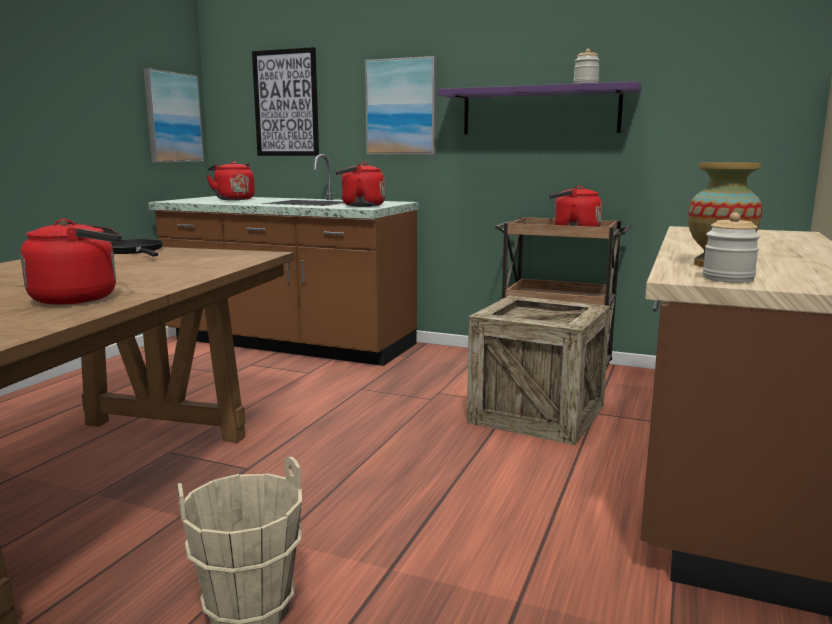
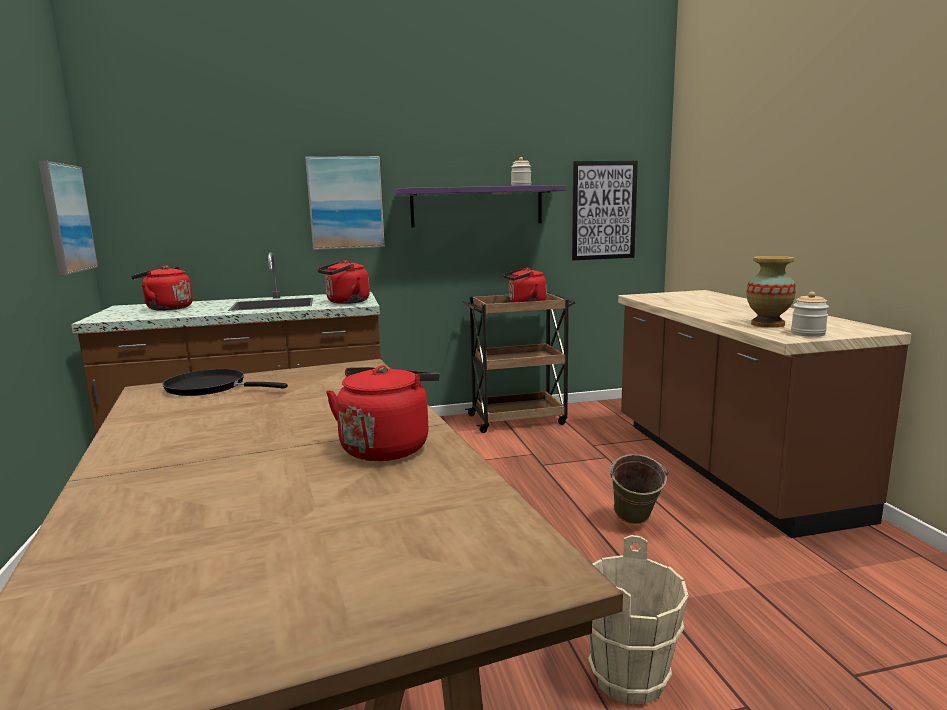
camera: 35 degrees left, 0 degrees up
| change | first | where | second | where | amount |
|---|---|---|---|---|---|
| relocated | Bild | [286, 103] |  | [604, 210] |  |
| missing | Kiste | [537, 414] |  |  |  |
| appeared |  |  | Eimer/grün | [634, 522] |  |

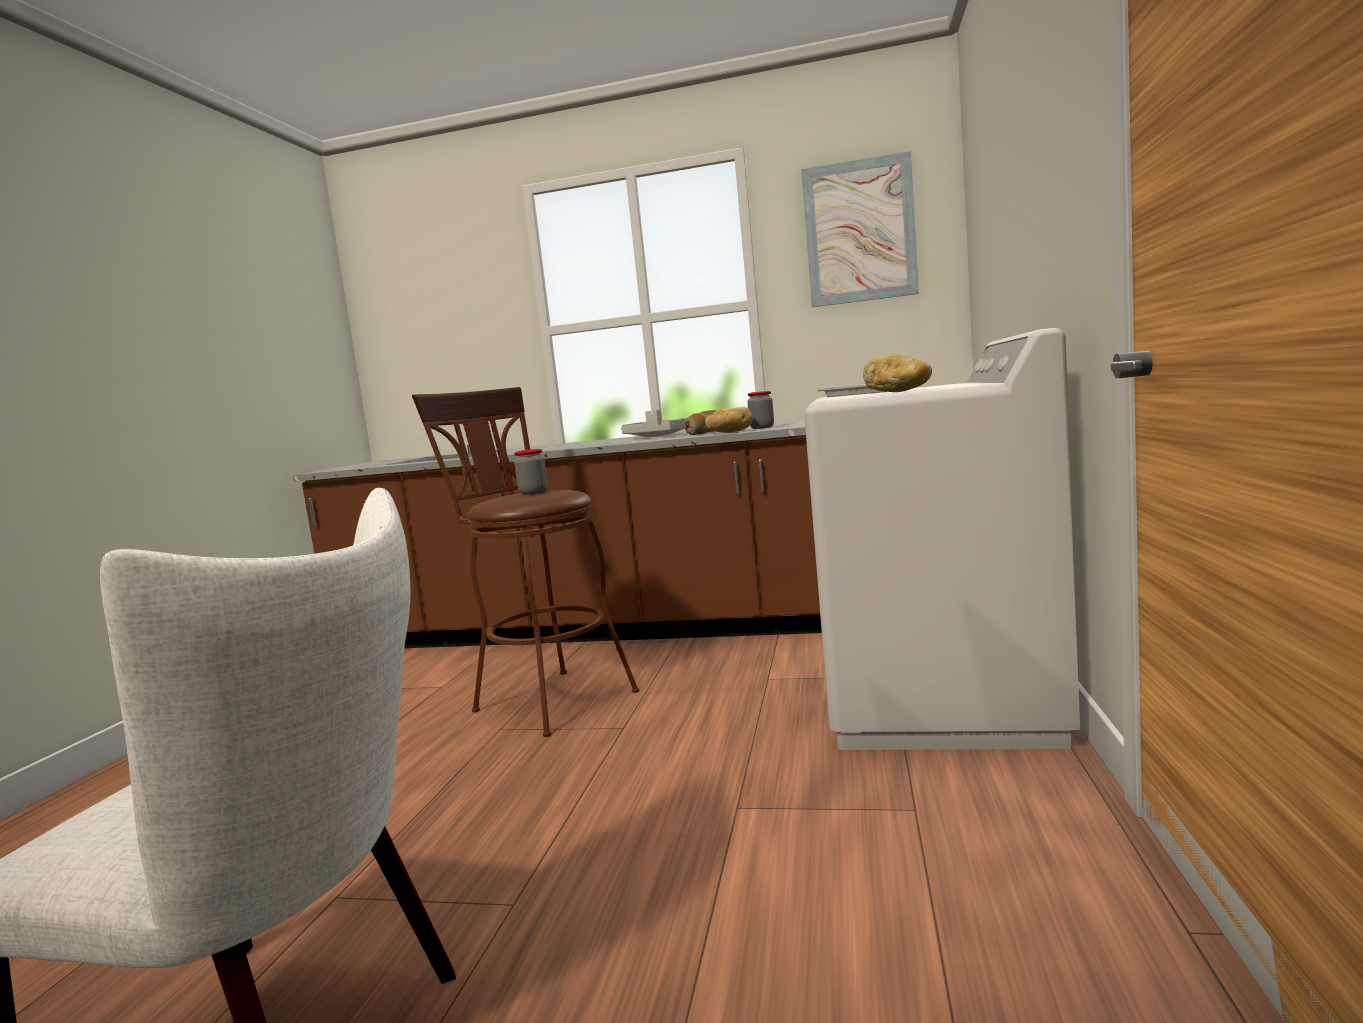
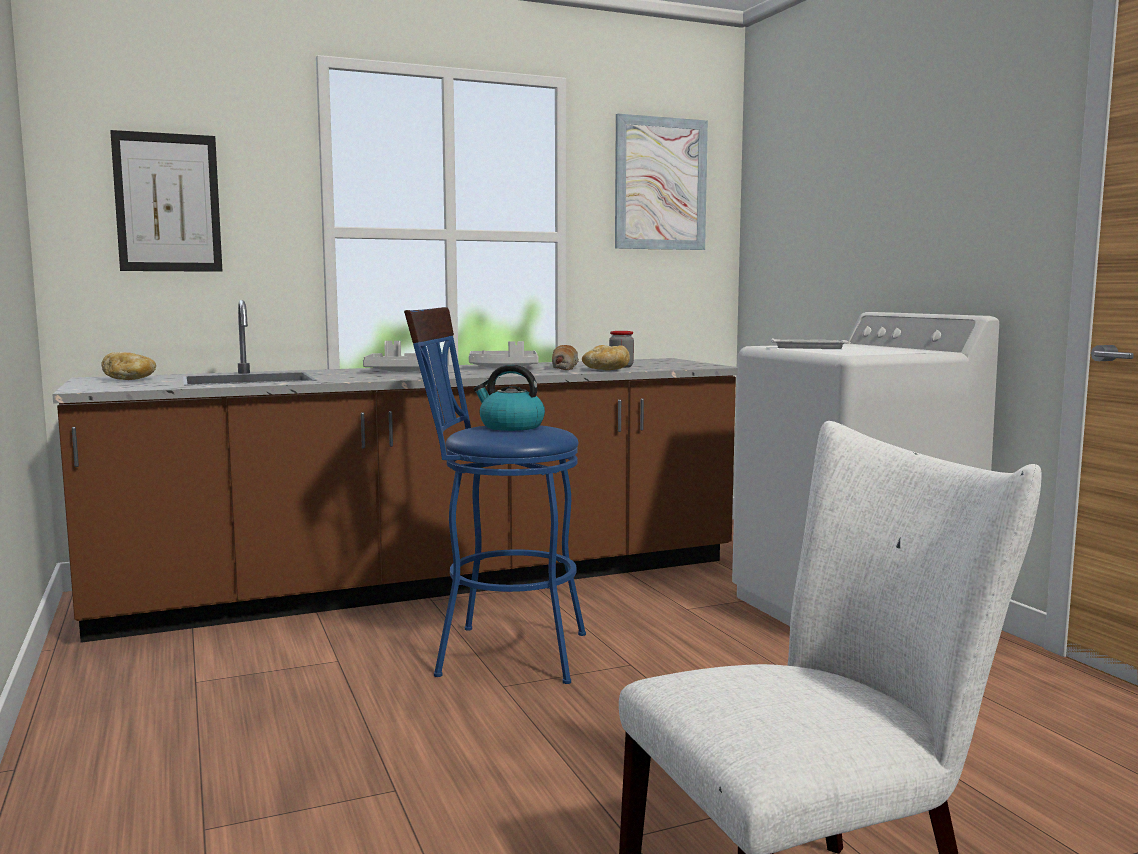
camera: 35 degrees left, 0 degrees up
| change | first | where | second | where | amount |
|---|---|---|---|---|---|
| relocated | Brot | [899, 392] |  | [130, 380] |  |
| colour | Hocker/braun | [546, 698] | Hocker/blau | [498, 653] |  |
| exchanged | Vorratsglas | [533, 492] | Wasserkessel | [510, 426] |  |
| appeared |  |  | Bild | [168, 203] |  |
| appeared |  |  | Tablett/grau | [402, 371] |  |

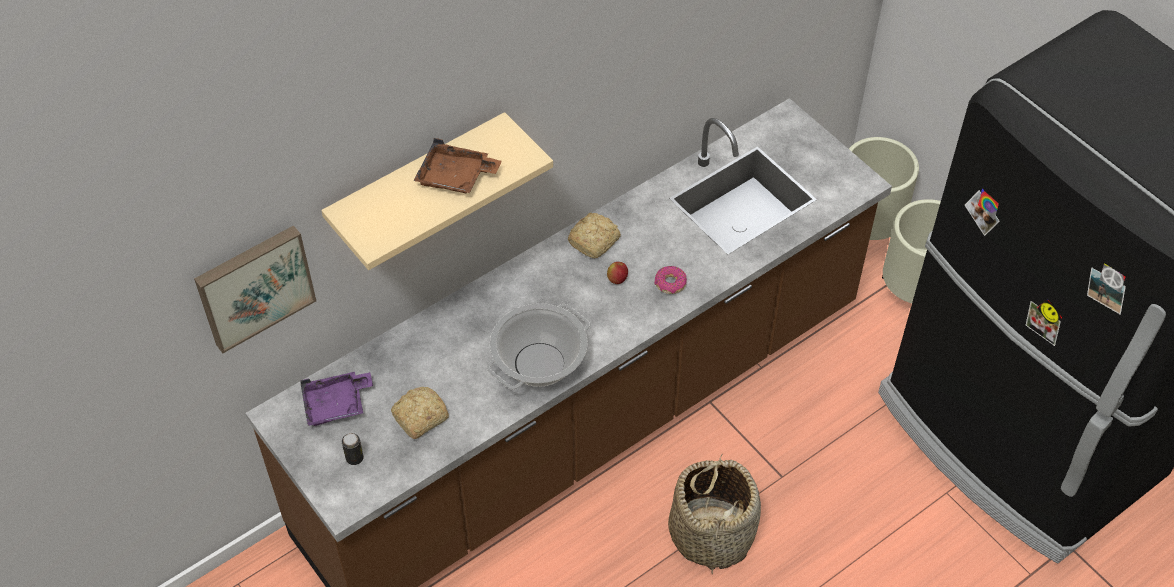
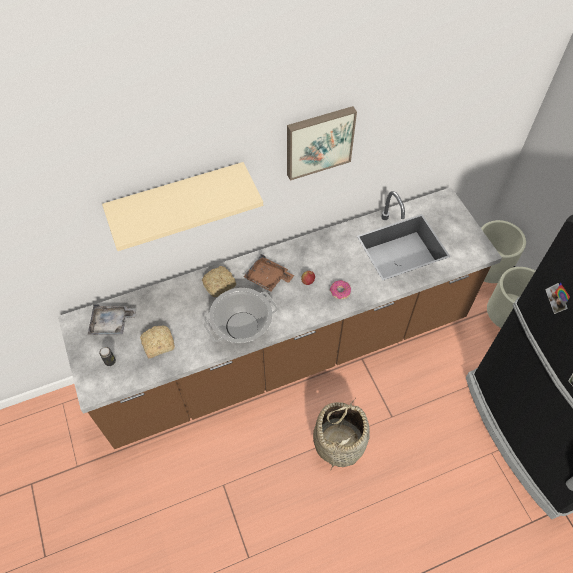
camera: 15 degrees right, 5 degrees up
| change | first | where | second | where | amount |
|---|---|---|---|---|---|
| relocated | Tablett/braun | [456, 177] |  | [267, 278] |  |
| relocated | Brot | [595, 240] |  | [220, 284] |  |
| relocated | Bild | [254, 286] |  | [318, 141] |  |
| colour | Tablett/lila | [336, 404] | Tablett/grau | [112, 323] |  |

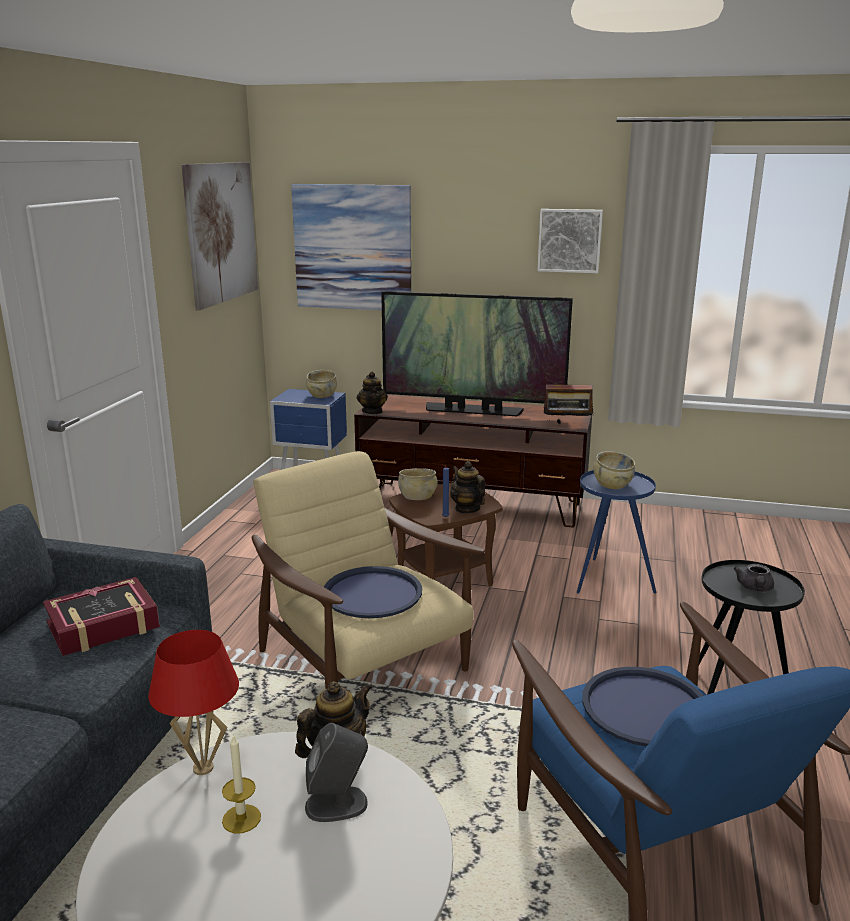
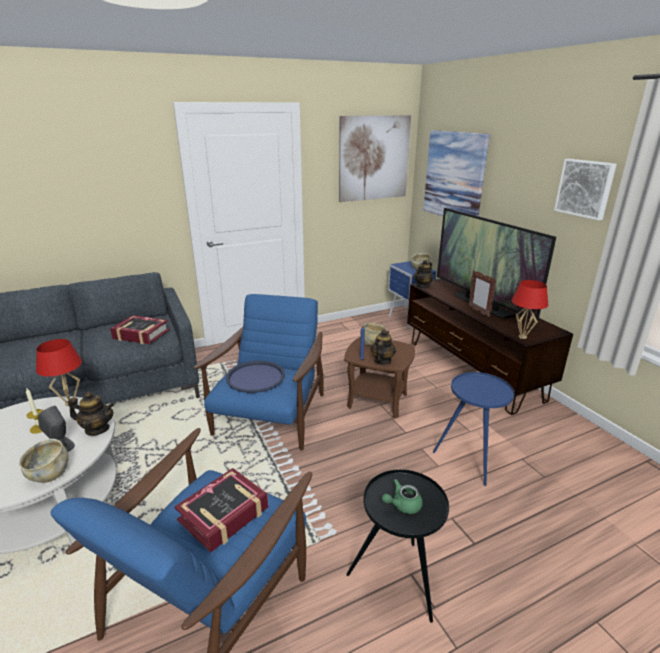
camera: 50 degrees right, 5 degrees up
| change | first | where | second | where | amount |
|---|---|---|---|---|---|
| exchanged | Radio | [567, 425] | Tischlampe/rot | [522, 337] |  |
| colour | Sessel/beige | [364, 664] | Sessel/blau | [270, 417] |  |
| relocated | Schüssel/beige | [612, 484] |  | [49, 474] |  |
| colour | Teekanne/grau | [755, 588] | Teekanne/grün | [402, 505] |  |
| exchanged | Tablett/blau | [645, 707] | Buch | [224, 514] |  |
| appeared |  |  | Bilderrahmen | [478, 311] |  |

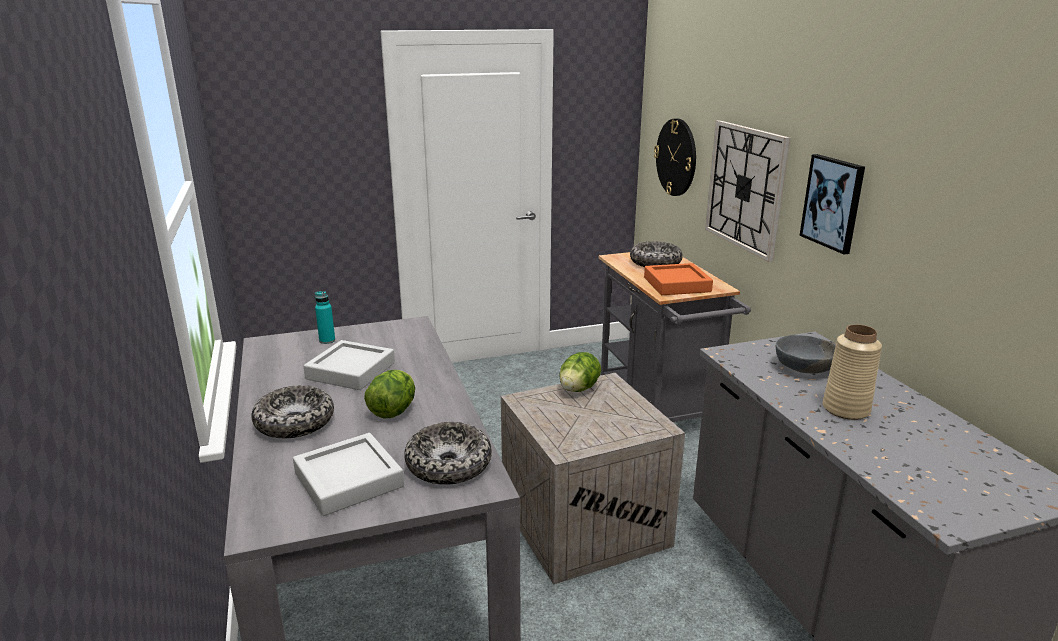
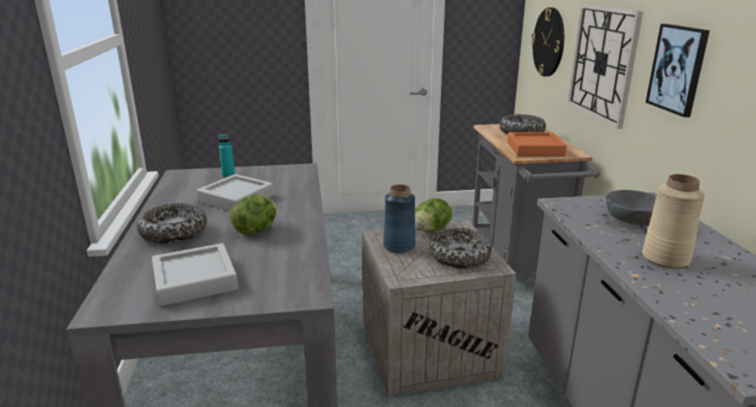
camera: 10 degrees right, 0 degrees up
| change | first | where | second | where | amount |
|---|---|---|---|---|---|
| relocated | Schüssel | [449, 464] |  | [459, 256] |  |
| appeared |  |  | Vase/blau | [399, 246] |  |

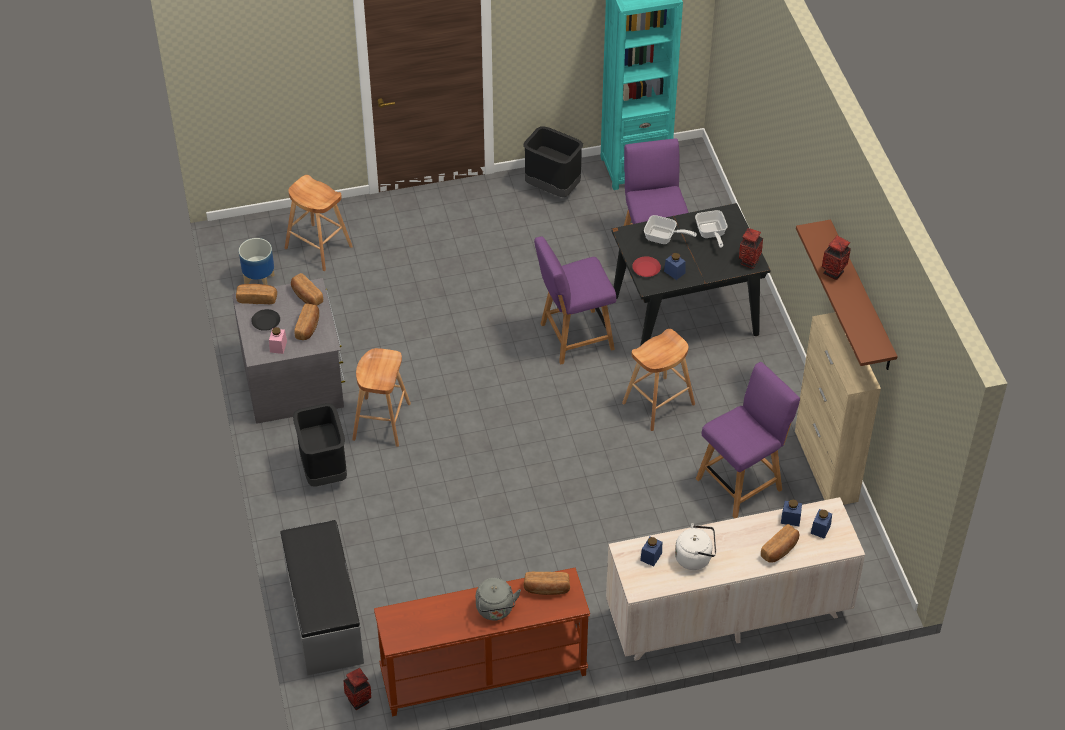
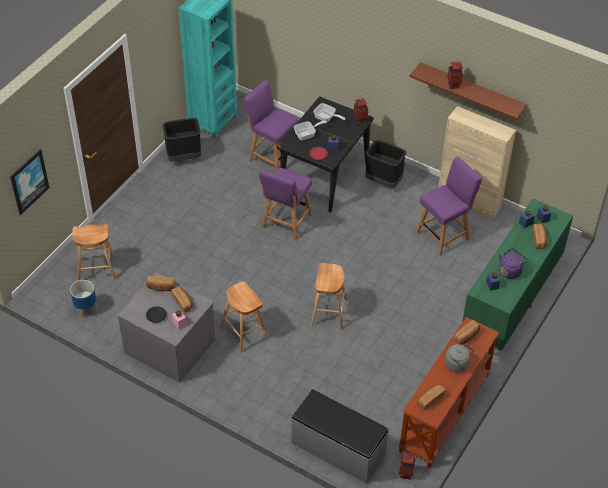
camera: 45 degrees left, 0 degrees up
| change | first | where | second | where | amount |
|---|---|---|---|---|---|
| relocated | Brot | [257, 298] |  | [430, 399] |  |
| relocated | Hocker/braun | [658, 403] |  | [329, 312] |  |
| spun | Stuhl/lila | [742, 482] |  | [444, 234] | 45 degrees clockwise |
| relocated | Mülleimer/schwarz | [323, 471] |  | [383, 182] |  |
| colour | Kommode/beige | [727, 614] | Kommode/grün | [511, 298] |  |
| colour | Wasserkessel/weiß | [695, 557] | Wasserkessel/lila | [510, 271] |  |
| appeared |  |  | Bild | [29, 181] |  |

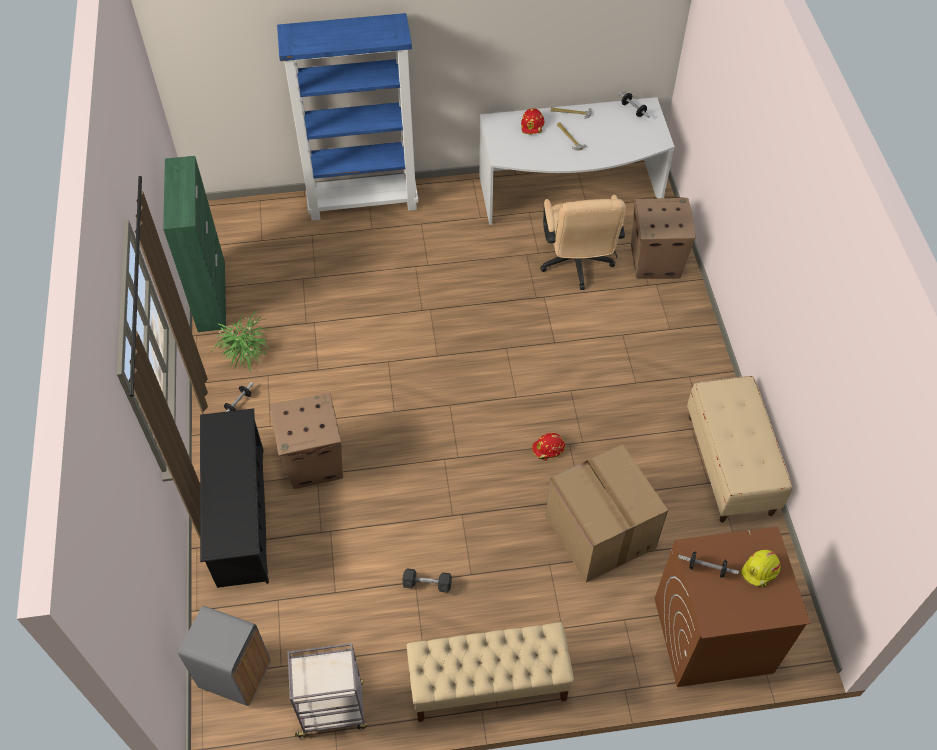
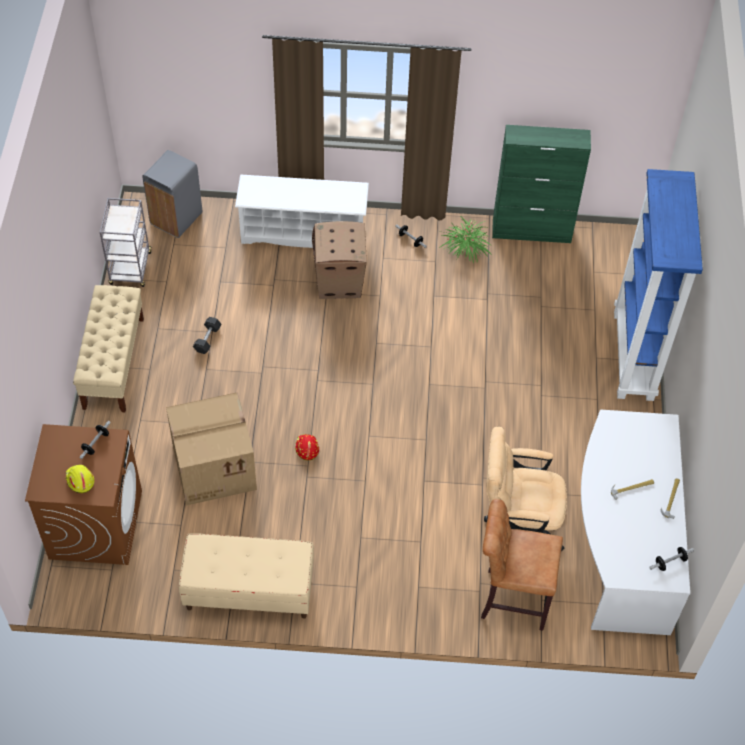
camera: 100 degrees right, 0 degrees up
| change | first | where | second | where | amount |
|---|---|---|---|---|---|
| missing | Schutzhelm/rot | [532, 126] |  |  |  |
| exchanged | Karton | [654, 262] | Hocker/braun | [510, 598] |  |
| colour | Schuhregal/schwarz | [241, 516] | Schuhregal/weiß | [303, 232] |  |

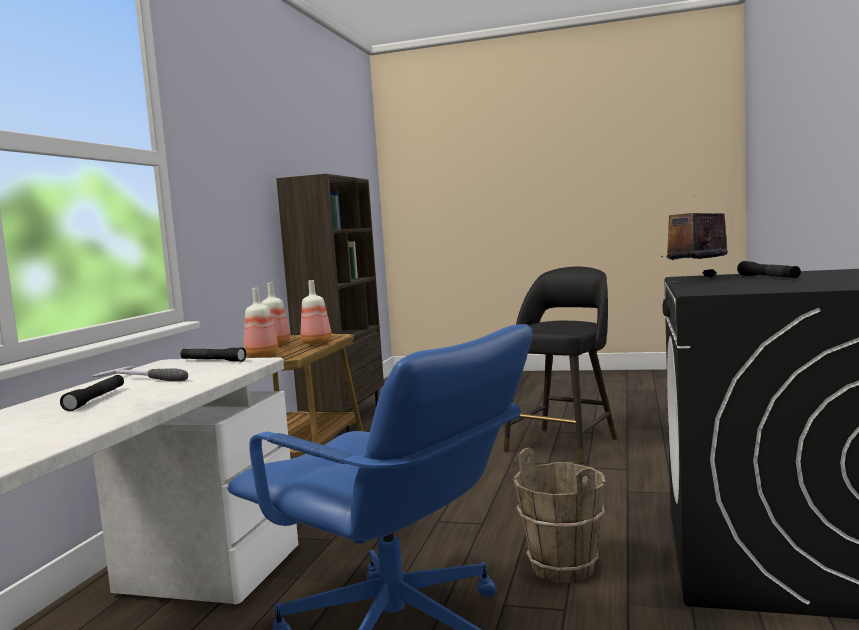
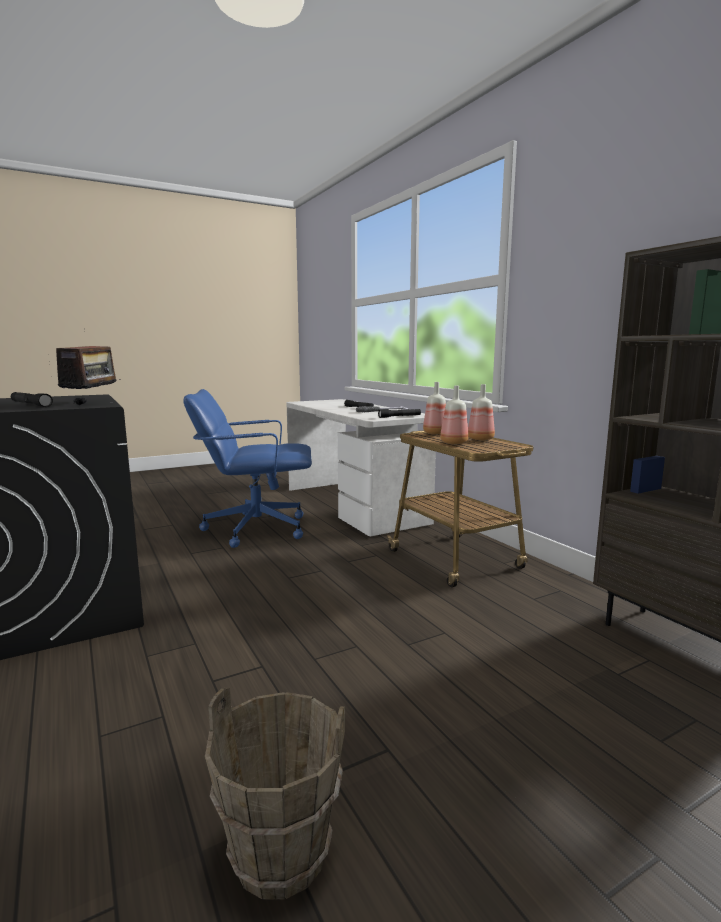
camera: 135 degrees right, 5 degrees up
| change | first | where | second | where | amount |
|---|---|---|---|---|---|
| missing | Hocker/schwarz | [563, 444] |  |  |  |
| relocated | Eimer/braun | [563, 567] |  | [280, 856] |  |

